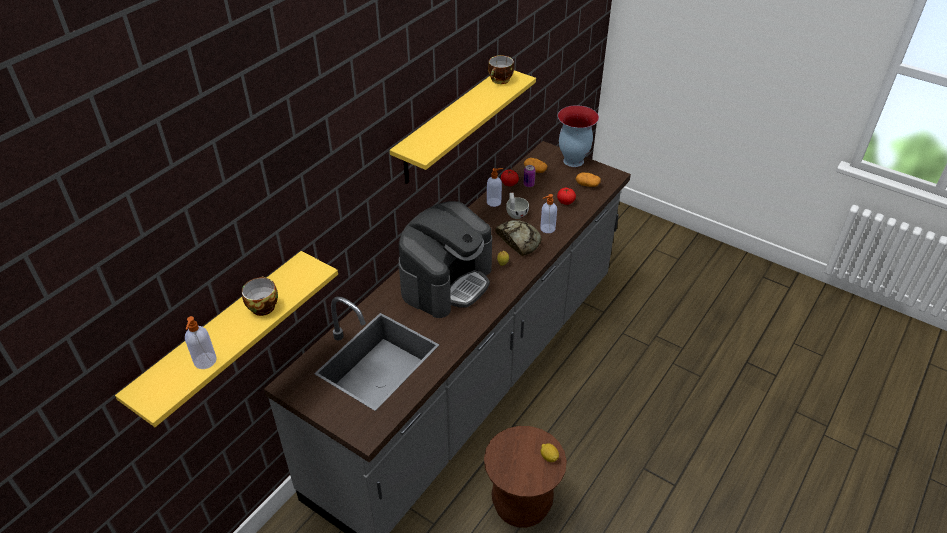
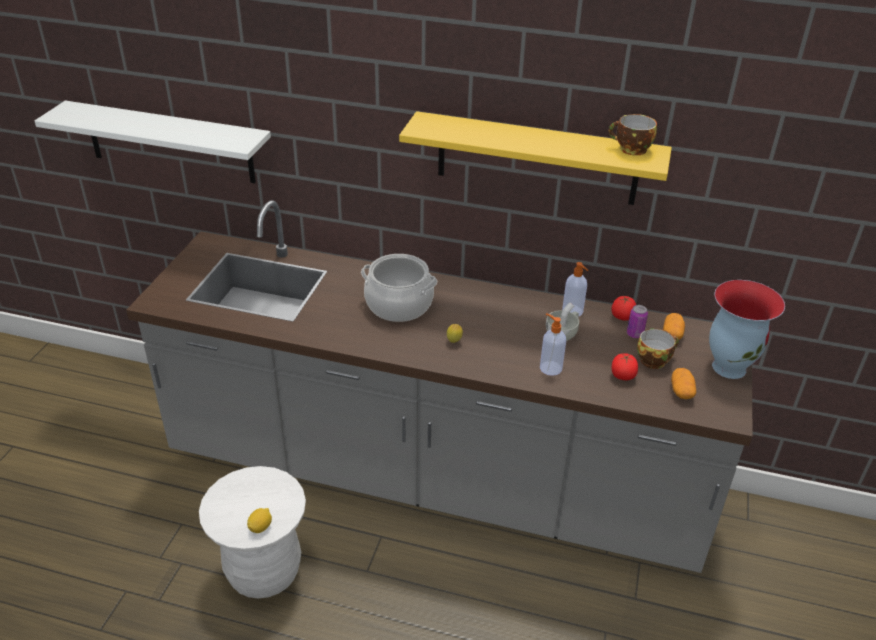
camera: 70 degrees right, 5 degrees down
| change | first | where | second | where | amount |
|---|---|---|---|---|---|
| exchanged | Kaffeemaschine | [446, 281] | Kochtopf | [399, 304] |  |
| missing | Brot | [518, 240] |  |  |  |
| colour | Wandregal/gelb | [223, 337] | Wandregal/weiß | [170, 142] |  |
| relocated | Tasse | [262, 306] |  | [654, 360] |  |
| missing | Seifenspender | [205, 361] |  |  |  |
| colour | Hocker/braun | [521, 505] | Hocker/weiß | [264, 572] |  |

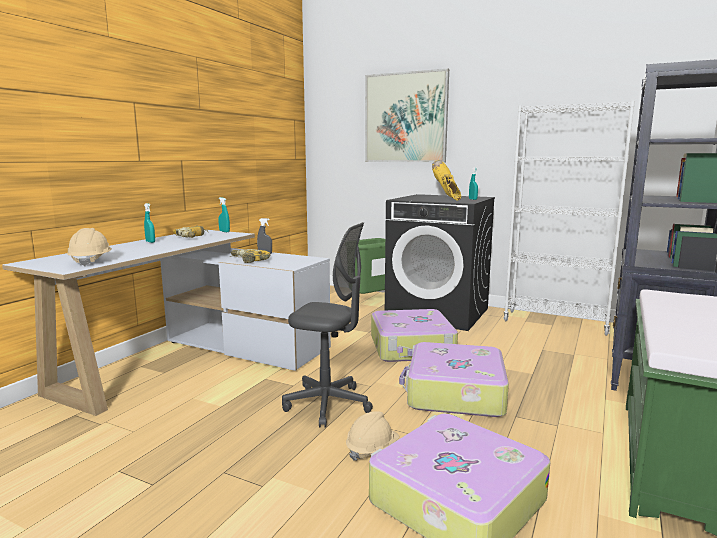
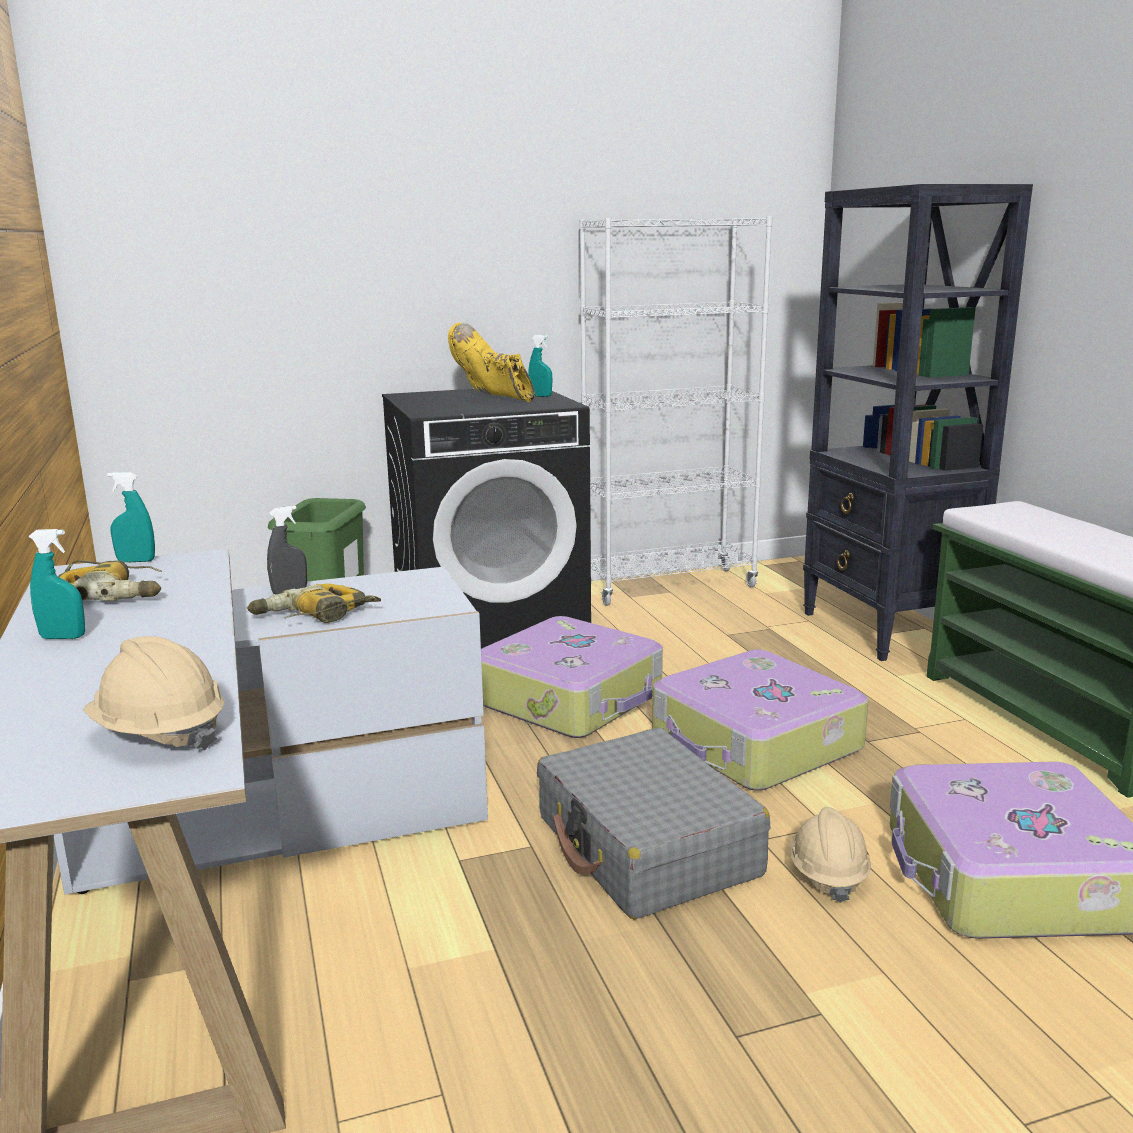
camera: 45 degrees left, 5 degrees up
| change | first | where | second | where | amount |
|---|---|---|---|---|---|
| missing | Bild | [405, 118] |  |  |  |
| exchanged | Bürostuhl/grau | [327, 404] | Koffer/grau | [647, 847] |  |

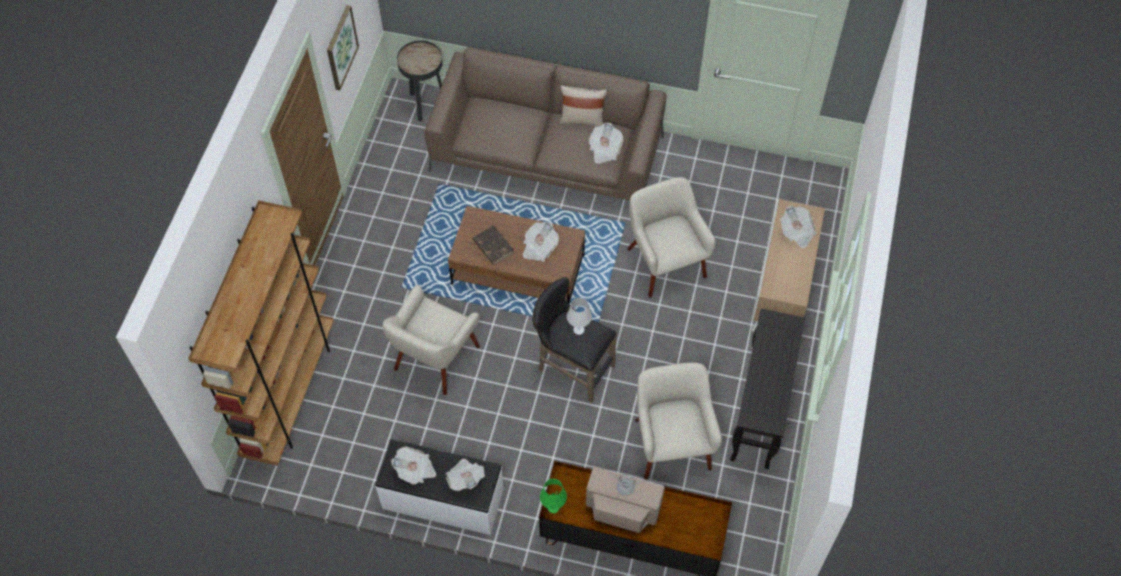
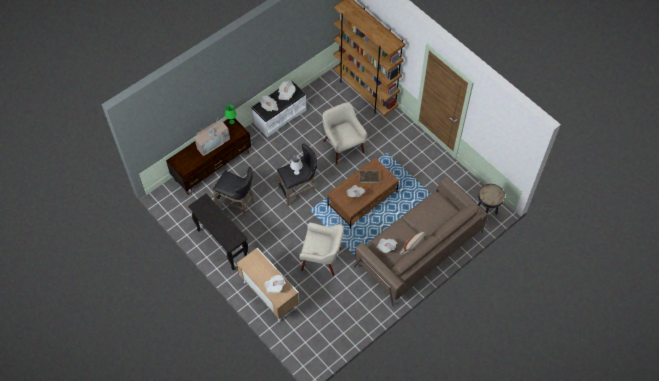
camera: 125 degrees right, 0 degrees up
| change | first | where | second | where | amount |
|---|---|---|---|---|---|
| missing | Bild | [341, 47] |  |  |  |
| exchanged | Sessel/beige | [671, 442] | Hocker/schwarz | [237, 204] |  |

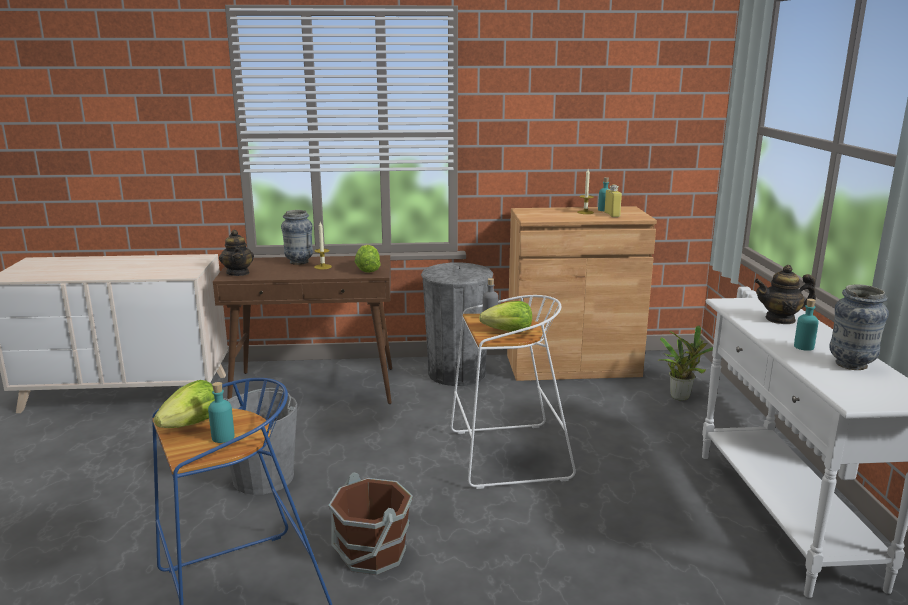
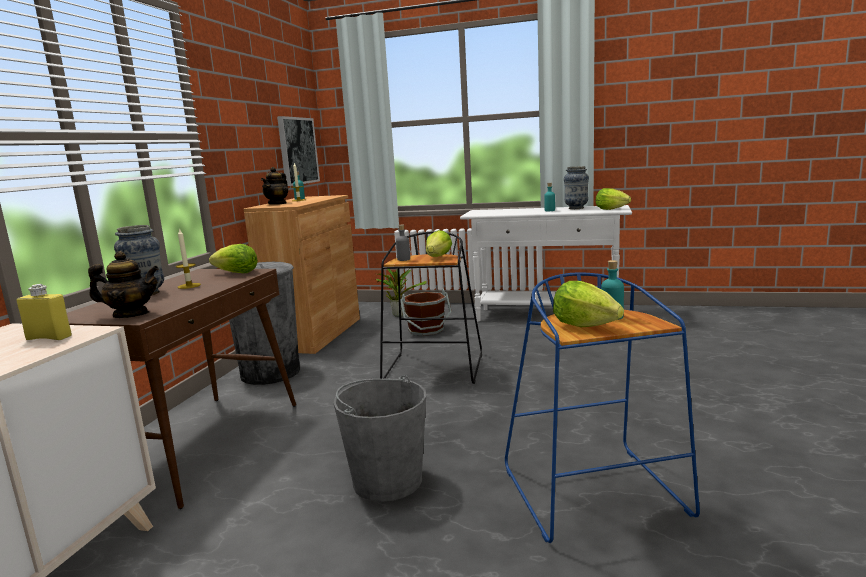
camera: 70 degrees left, 5 degrees down
| change | first | where | second | where | amount |
|---|---|---|---|---|---|
| relocated | Flasche/gelb | [612, 214] |  | [49, 338] |  |
| relocated | Teekanne | [780, 319] |  | [277, 203] |  |
| colour | Hocker/weiß | [506, 456] | Hocker/schwarz | [435, 369] |  |
| relocated | Eimer/braun | [372, 554] |  | [426, 330] |  |
| appeared |  |  | Bild | [297, 151] |  |
| appeared |  |  | Salatkopf | [611, 209] |  |

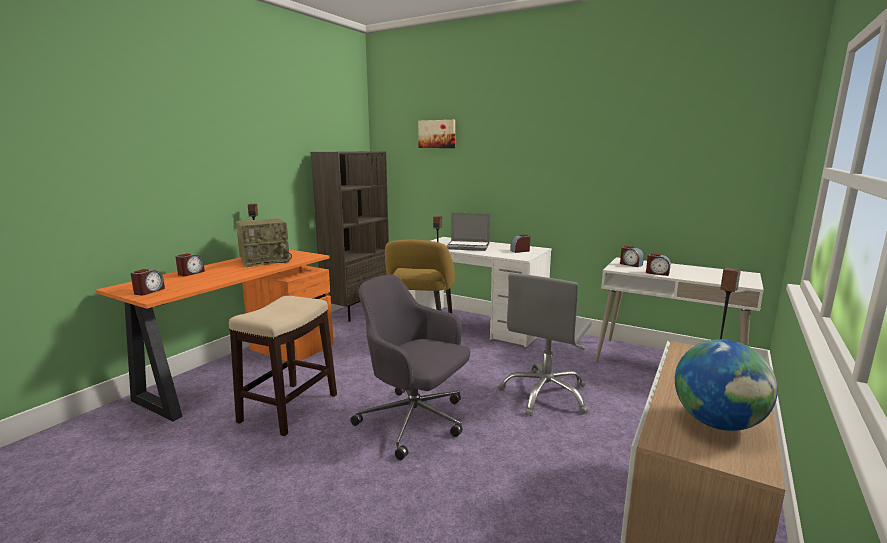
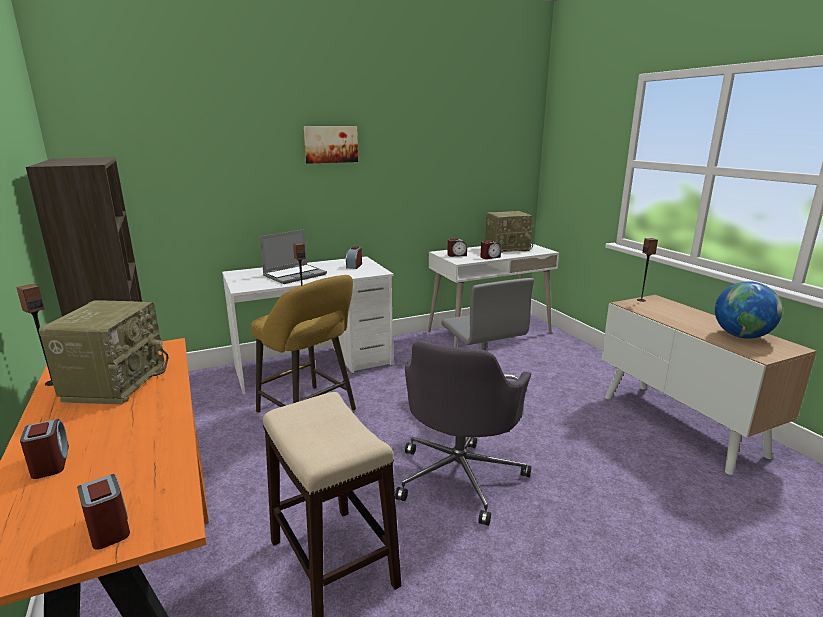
camera: 55 degrees left, 5 degrees up
| change | first | where | second | where | amount |
|---|---|---|---|---|---|
| relocated | Bild | [437, 134] |  | [330, 144] |  |
| spun | Bürostuhl/grau | [415, 421] |  | [460, 476] | 45 degrees counterclockwise |
| appeared |  |  | Radio | [507, 248] |  |

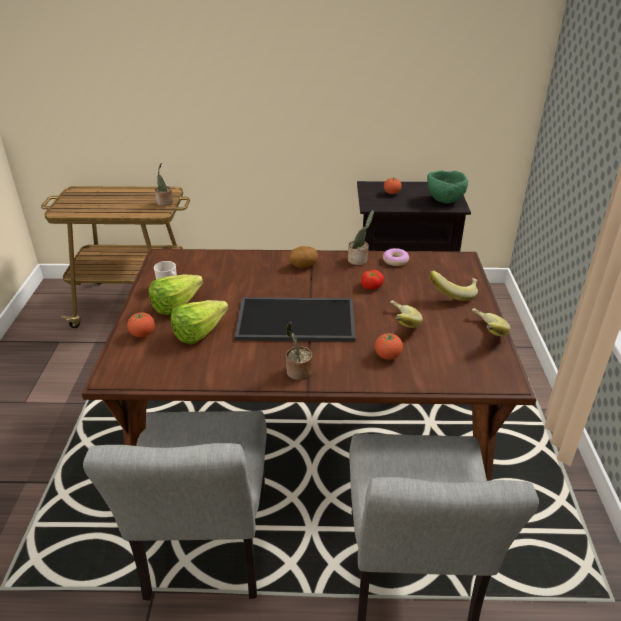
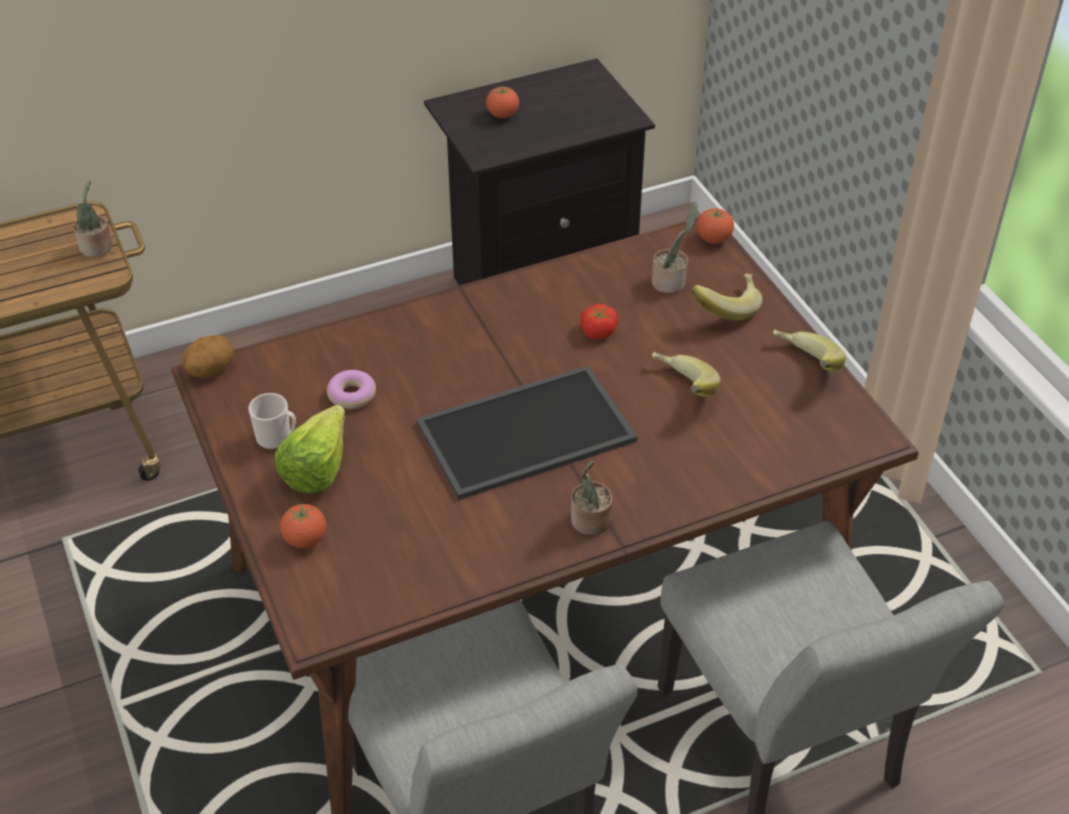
camera: 25 degrees left, 10 degrees up
| change | first | where | second | where | amount |
|---|---|---|---|---|---|
| missing | Schüssel/grün | [444, 200] |  |  |  |
| relocated | Topfpflanze | [359, 260] |  | [671, 282] |  |
| relocated | Kartoffel | [303, 266] |  | [210, 370] |  |
| relocated | Donut | [395, 260] |  | [352, 395] |  |
| missing | Salatkopf | [204, 332] |  |  |  |
| relocated | Tomate | [387, 356] |  | [713, 239] |  |

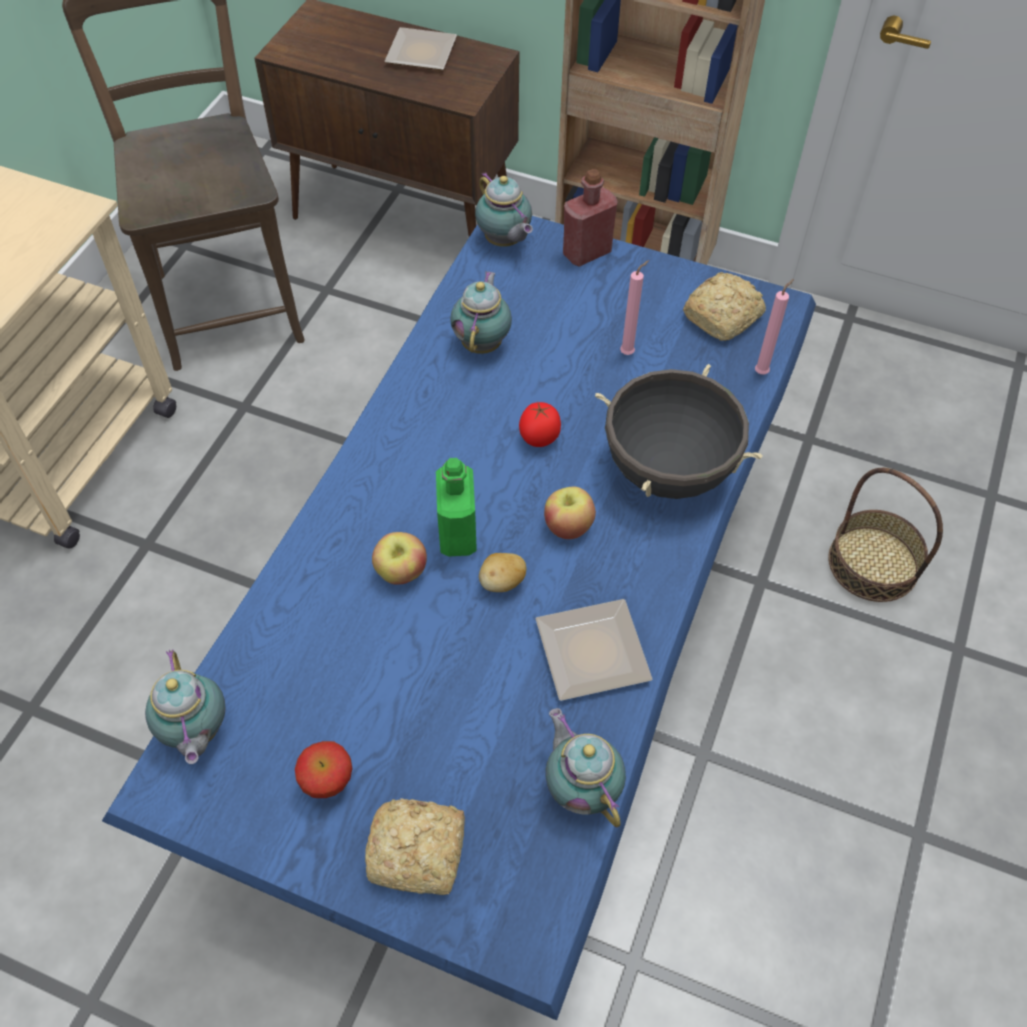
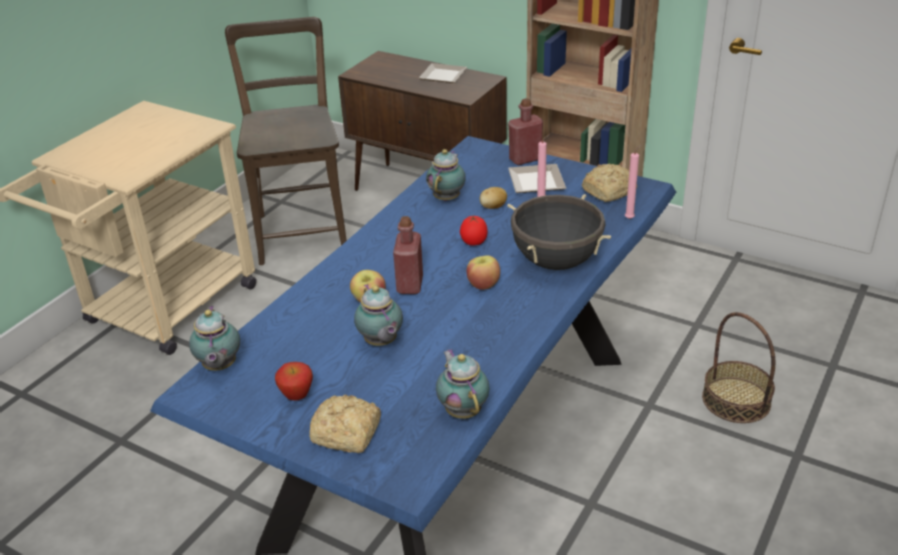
camera: 10 degrees right, 20 degrees down
| change | first | where | second | where | amount |
|---|---|---|---|---|---|
| relocated | Teekanne | [504, 242] |  | [381, 343] |  |
| colour | Flasche/grün | [457, 534] | Flasche/rot | [410, 284] |  |
| relocated | Kartoffel | [502, 582] |  | [493, 207] |  |
| relocated | Teller | [588, 650] |  | [534, 181] |  |

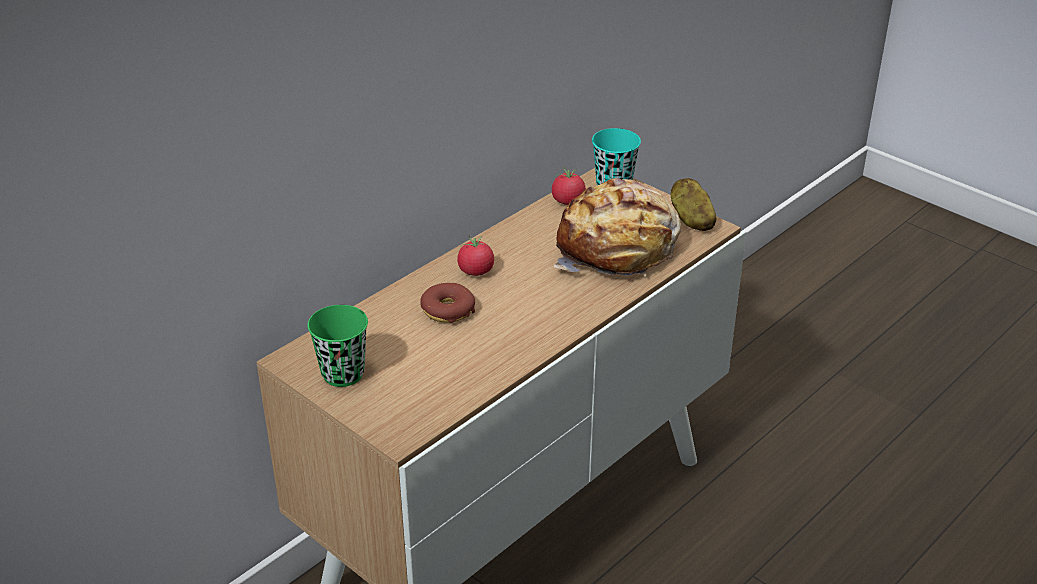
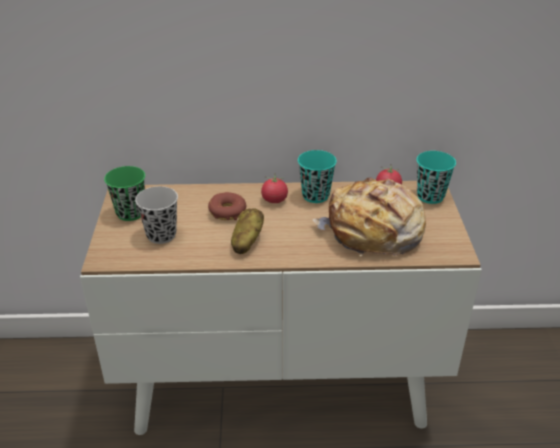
camera: 45 degrees right, 0 degrees up
| change | first | where | second | where | amount |
|---|---|---|---|---|---|
| relocated | Kartoffel | [691, 219] |  | [246, 242] |  |
| appeared |  |  | Tasse/türkis | [315, 195] |  |
| appeared |  |  | Tasse/schwarz | [161, 235] |  |

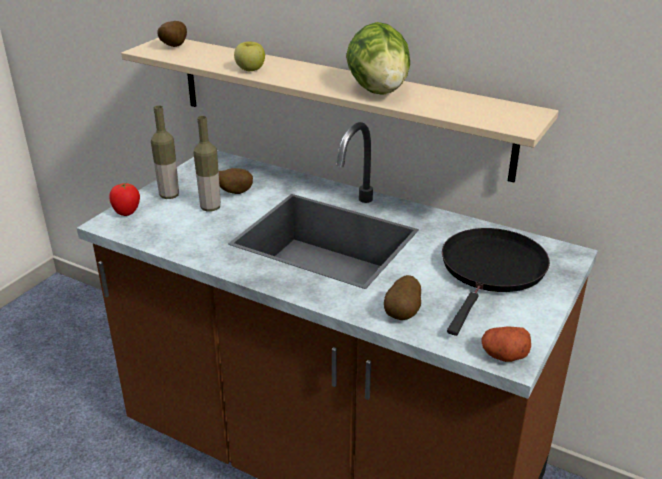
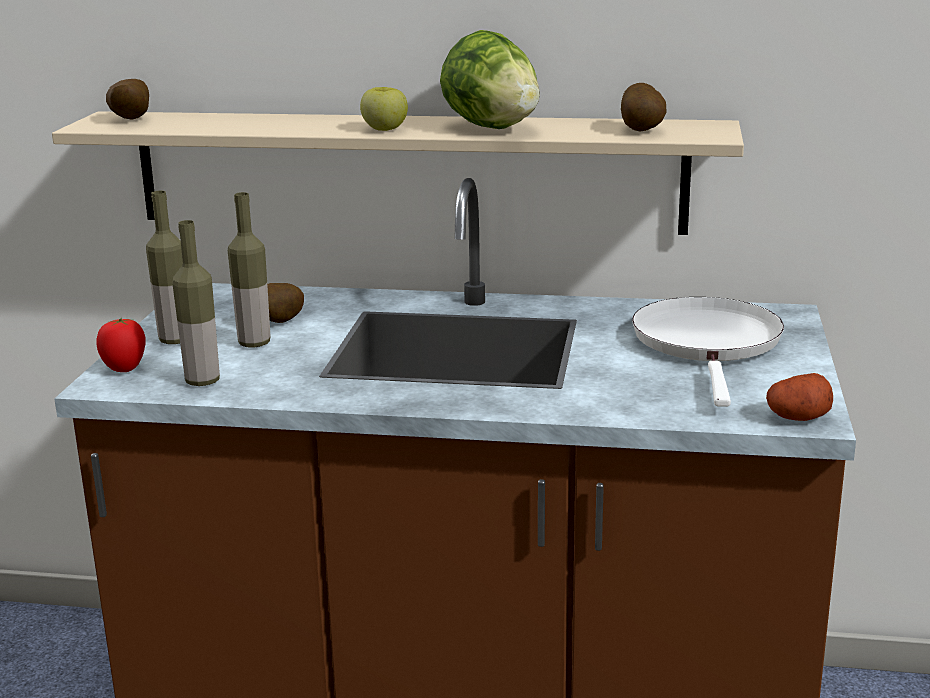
camera: 20 degrees left, 10 degrees down
| change | first | where | second | where | amount |
|---|---|---|---|---|---|
| relocated | Apfel | [250, 69] |  | [384, 129] |  |
| colour | Pfanne/schwarz | [491, 271] | Pfanne/weiß | [708, 343] |  |
| relocated | Kartoffel | [403, 314] |  | [642, 130] |  |
| appeared |  |  | Flasche | [202, 381] |  |

